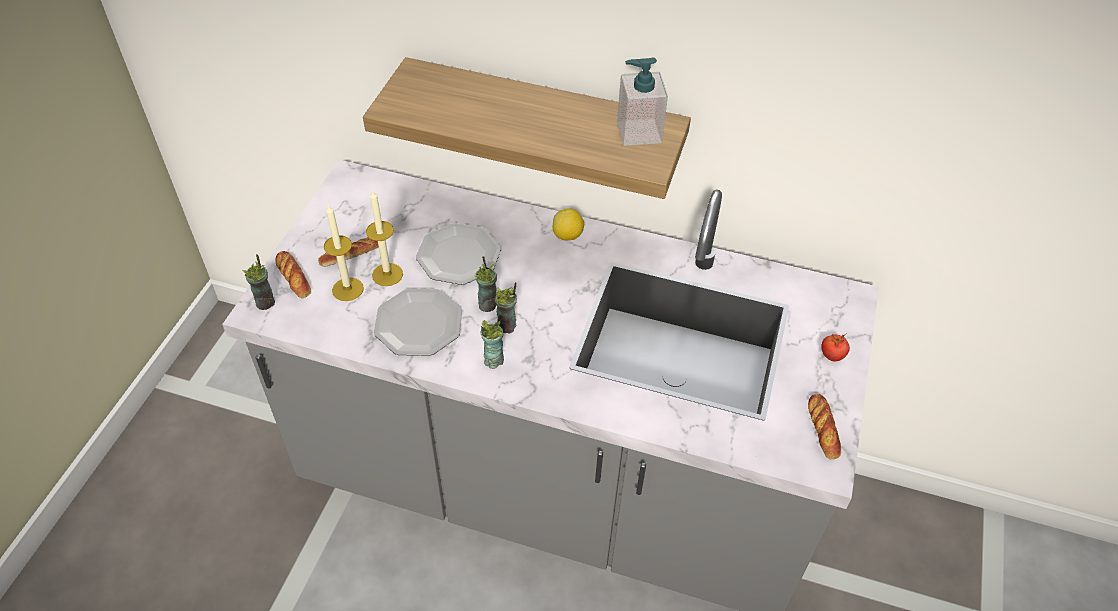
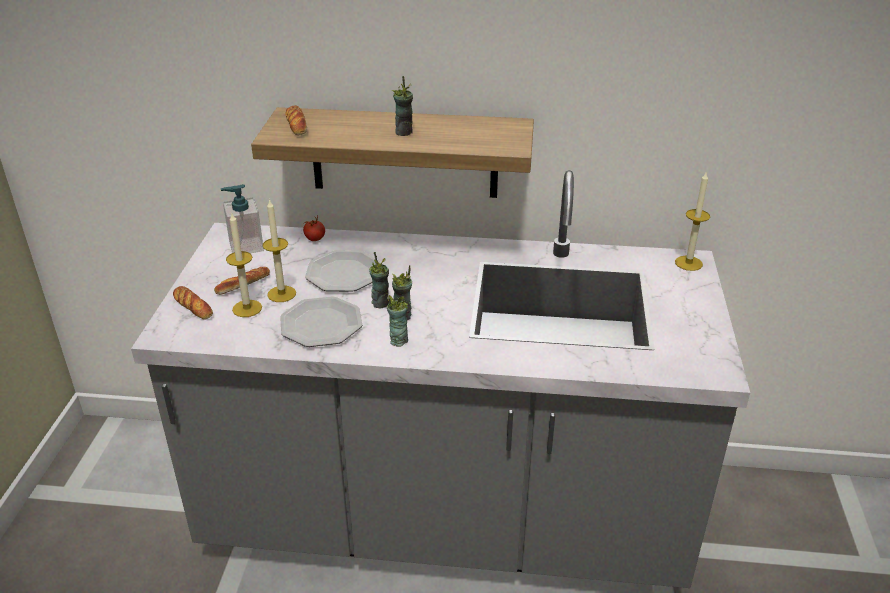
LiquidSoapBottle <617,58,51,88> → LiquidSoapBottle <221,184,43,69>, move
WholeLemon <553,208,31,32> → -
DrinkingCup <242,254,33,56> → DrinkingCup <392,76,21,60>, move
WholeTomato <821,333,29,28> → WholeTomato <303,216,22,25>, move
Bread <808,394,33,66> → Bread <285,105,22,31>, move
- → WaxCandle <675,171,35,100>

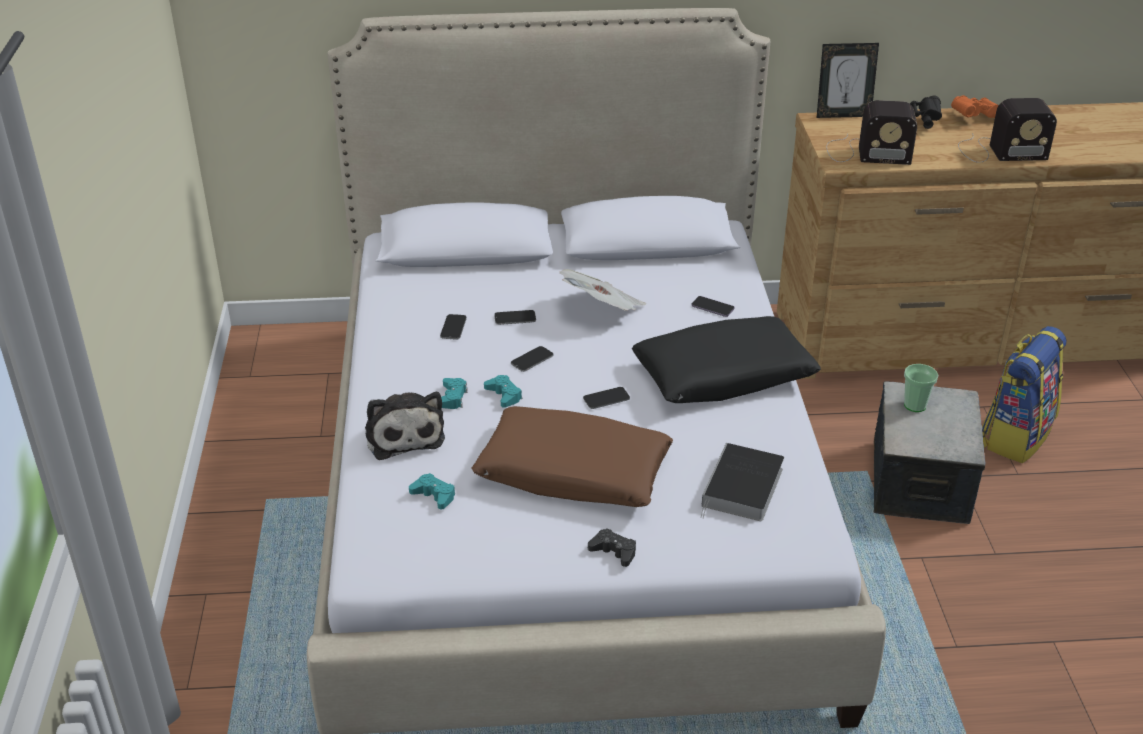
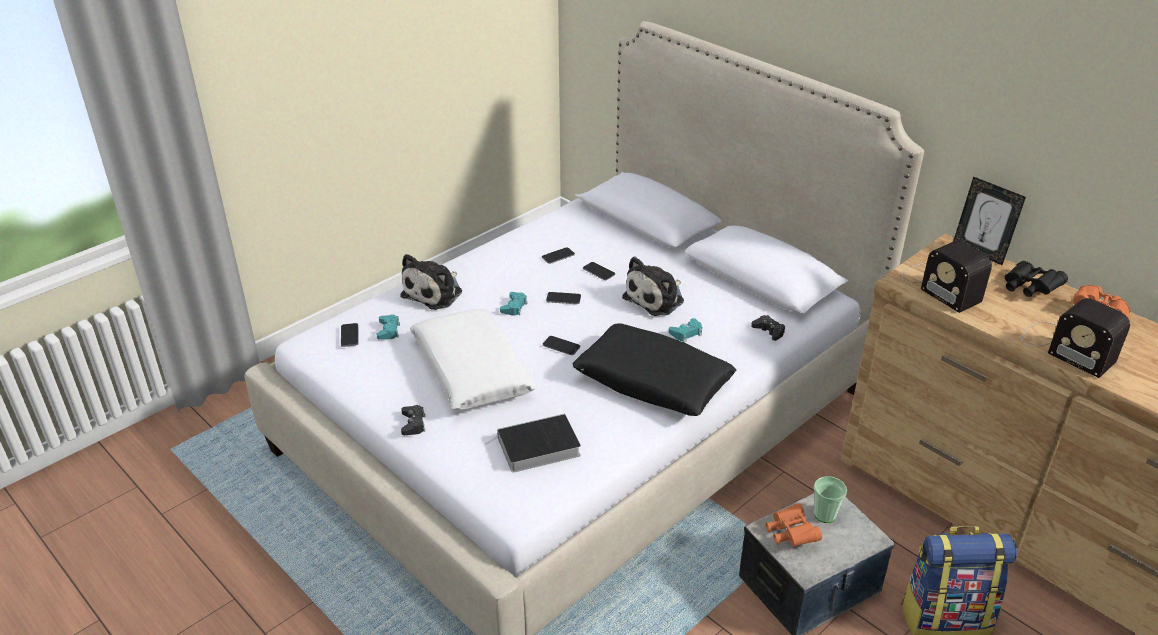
PrintedPaper <559,269,87,42> → SoftToy <622,256,62,60>
Phone <692,296,42,21> → Phone <341,323,18,24>, move
BlueGreenJoypad <441,378,27,31> → BlueGreenJoypad <669,318,33,24>, move
BrownColouredCushion <472,406,201,101> → WhitishCushion <410,309,127,101>
- → BlackishJoypad <751,315,34,26>
- → OrangeyFieldGlasses <765,503,57,44>

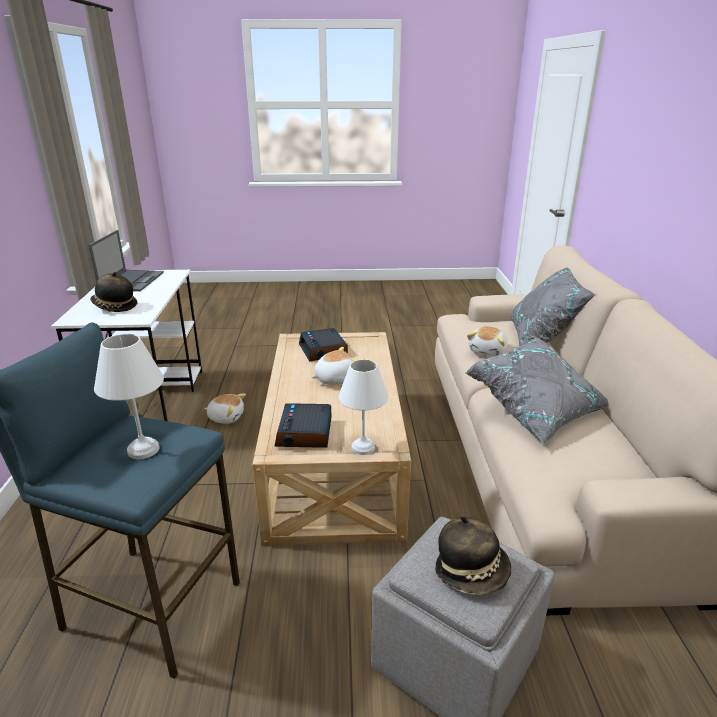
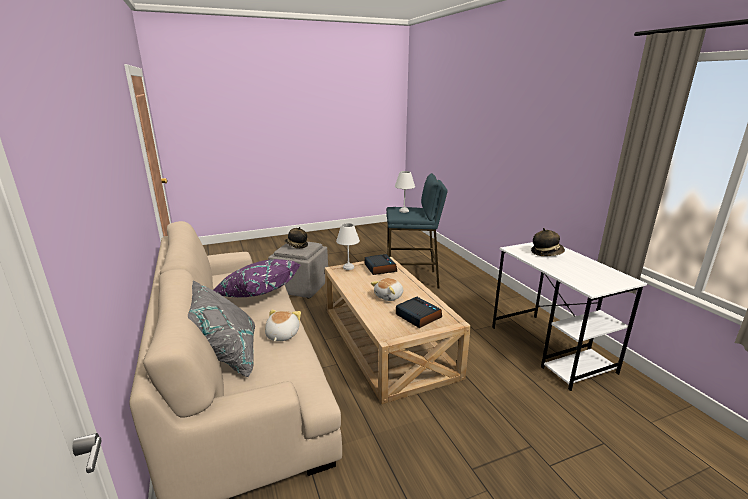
NotebookComputer <88,230,76,61> → -
GreyishCushion <466,338,142,107> → PurpleColouredCushion <213,259,87,38>
SoftToy <204,393,42,31> → -

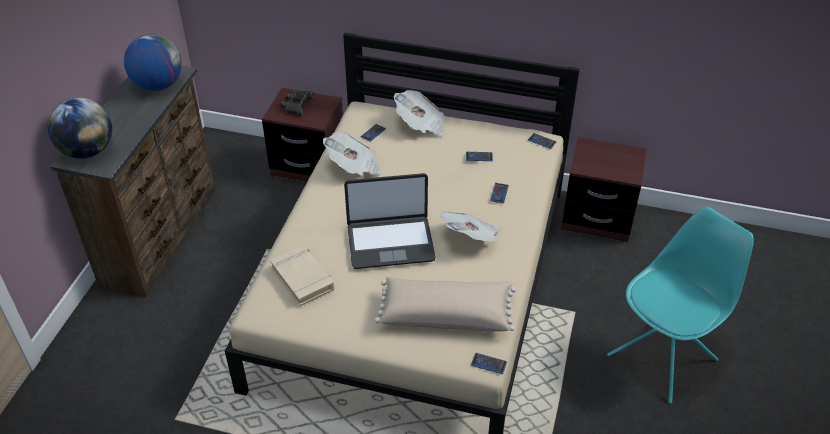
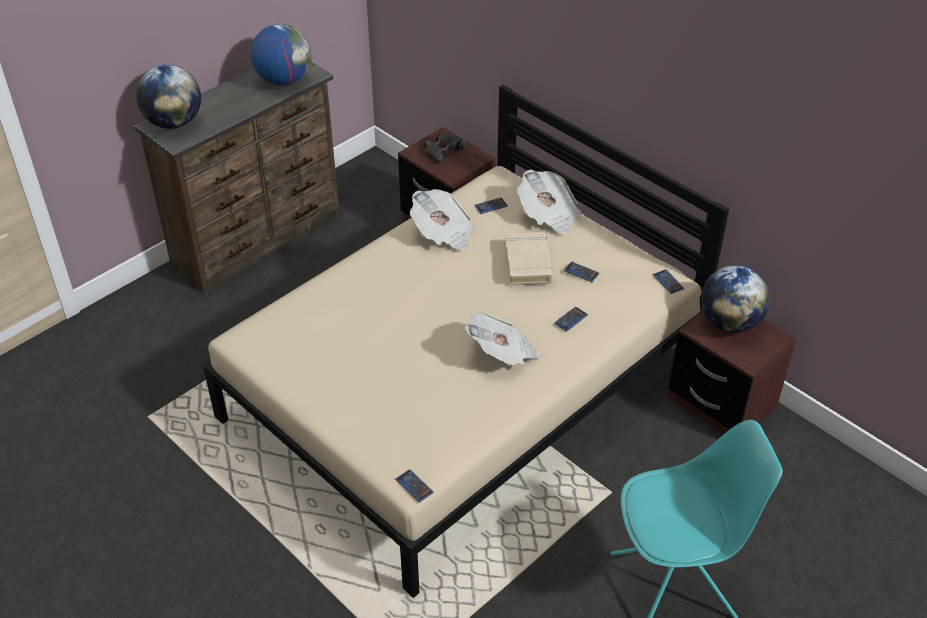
NotebookComputer <344,173,92,96> → -
BeigeColouredBoundBook <270,245,64,61> → BeigeColouredBoundBook <504,232,49,54>, move
BeigeColouredCushion <375,277,141,54> → -
- → Globe <701,265,69,68>

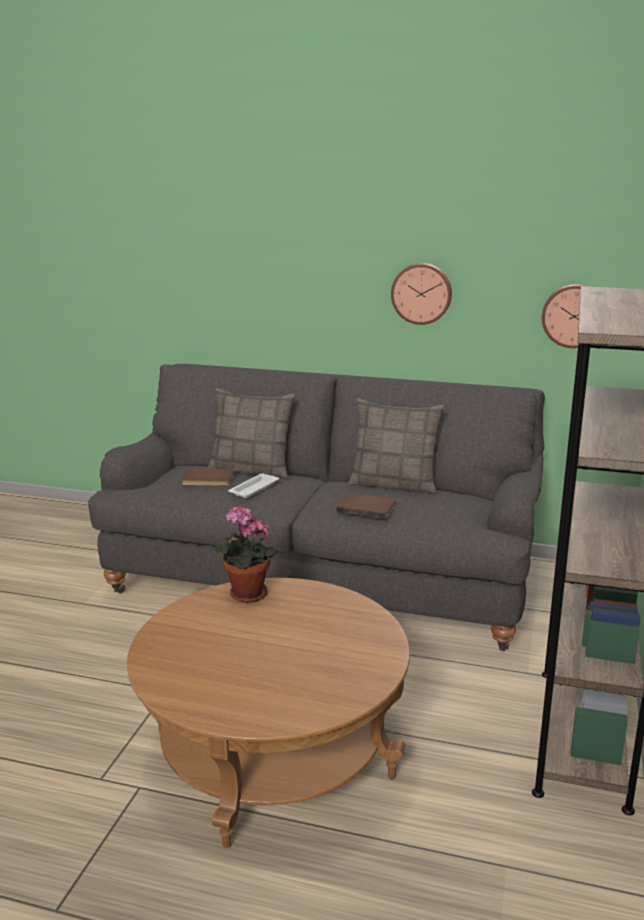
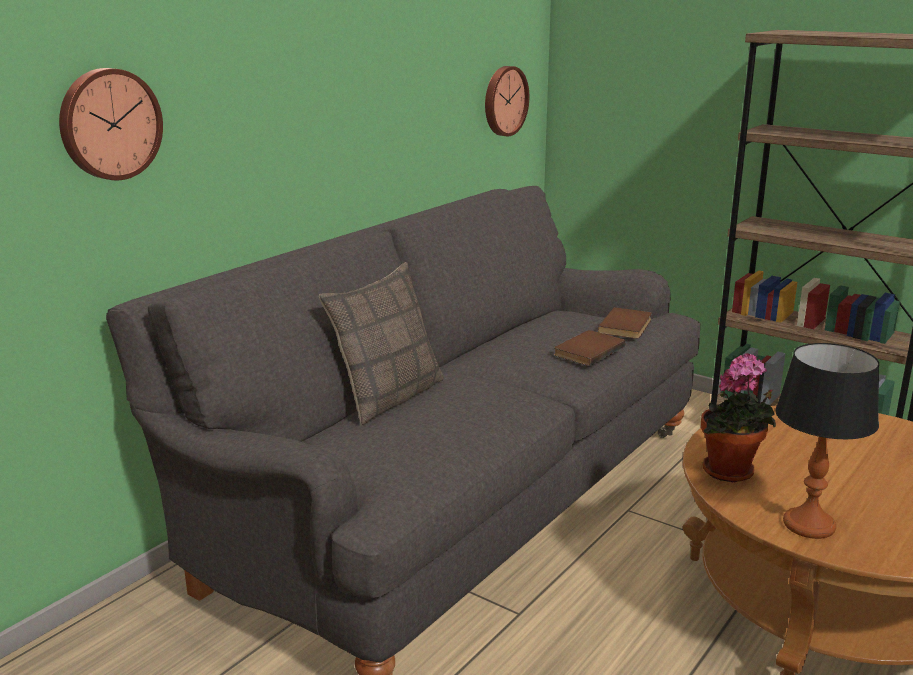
WallClock <391,263,61,62> → WallClock <59,68,104,112>, move
Cushion <349,398,96,96> → -
BrownColouredBoundBook <181,468,53,18> → BrownColouredBoundBook <598,307,54,32>, move
WhitishCarryingTray <228,474,51,24> → -
- → TableLamp <775,343,104,196>

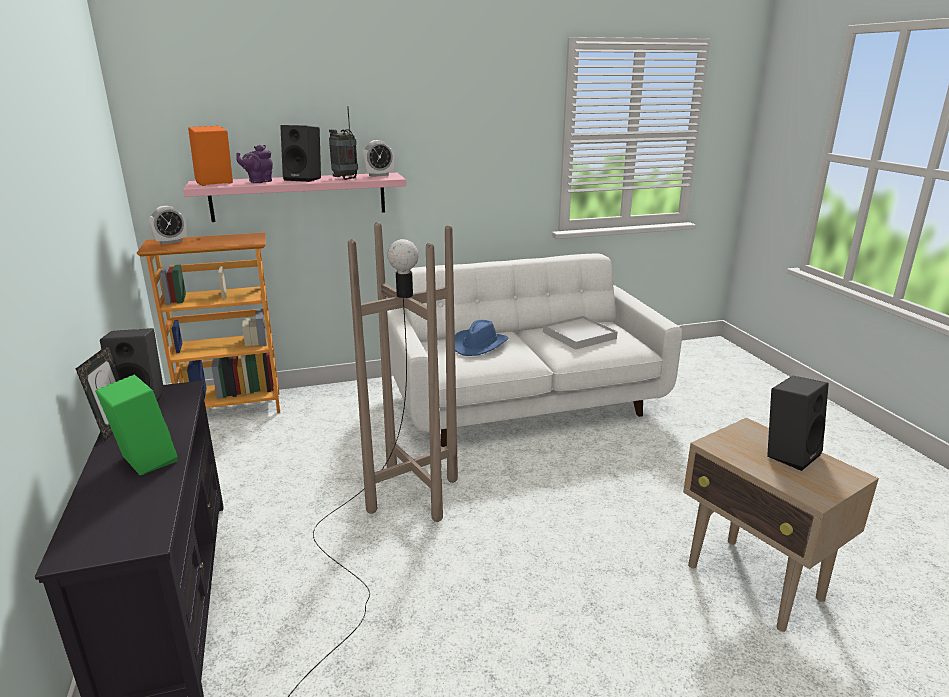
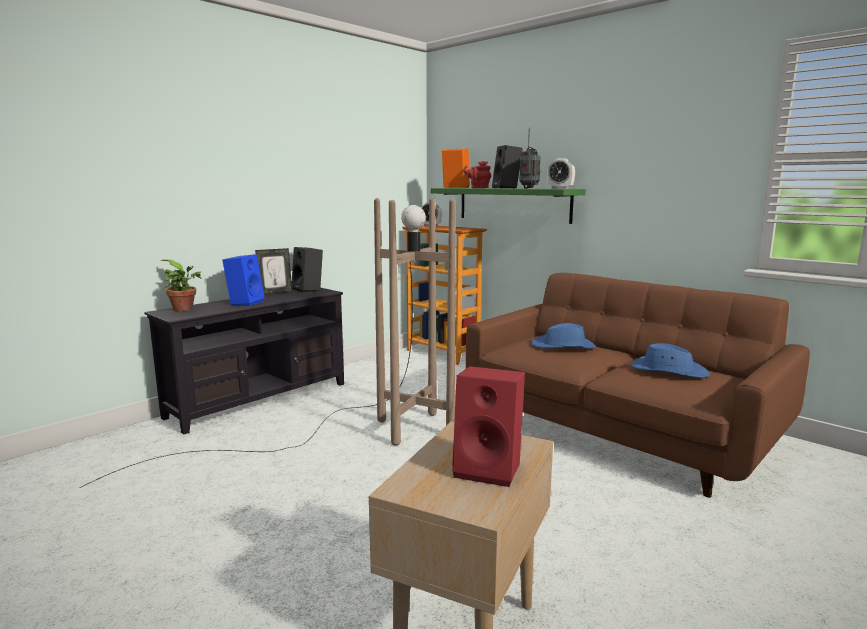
PurpleColouredTeaPot <236,145,37,38> → RedColouredTeaPot <463,161,28,27>
PinkColouredShelf <183,173,223,49> → GreenColouredShelf <431,188,155,36>
WhitishCouch <387,254,295,193> → BrownColouredCouch <466,273,344,225>
WhitishCarryingTray <543,316,75,33> → BlueColouredHat <631,343,79,35>
GreenColouredAudioSpeaker <95,375,83,100> → BlueColouredAudioSpeaker <222,254,43,52>
BlackishAudioSpeaker <767,376,62,95> → RedColouredAudioSpeaker <452,366,73,121>
- → PottedPlant <161,259,41,53>

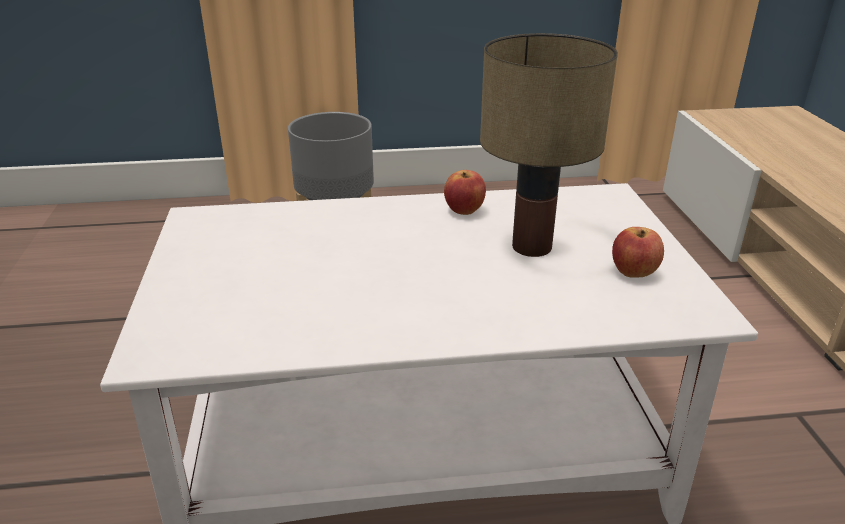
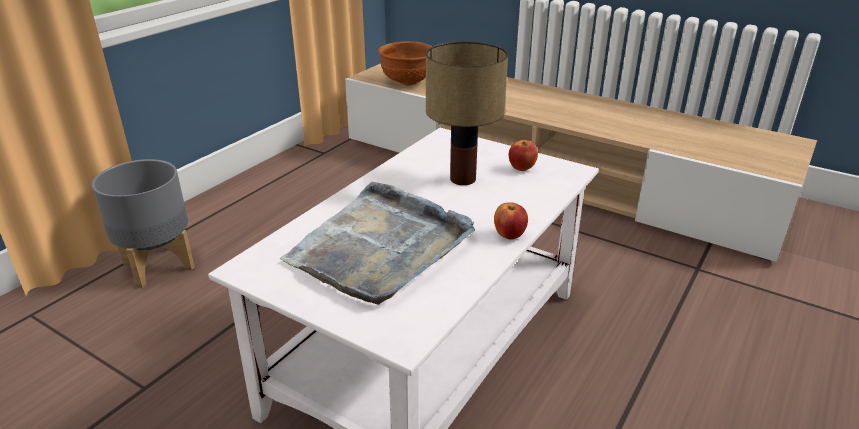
AppleFruit <444,170,42,45> → AppleFruit <494,202,34,38>, move
- → BrownColouredServingBowl <378,41,54,45>
- → GreyishCarryingTray <280,182,195,123>

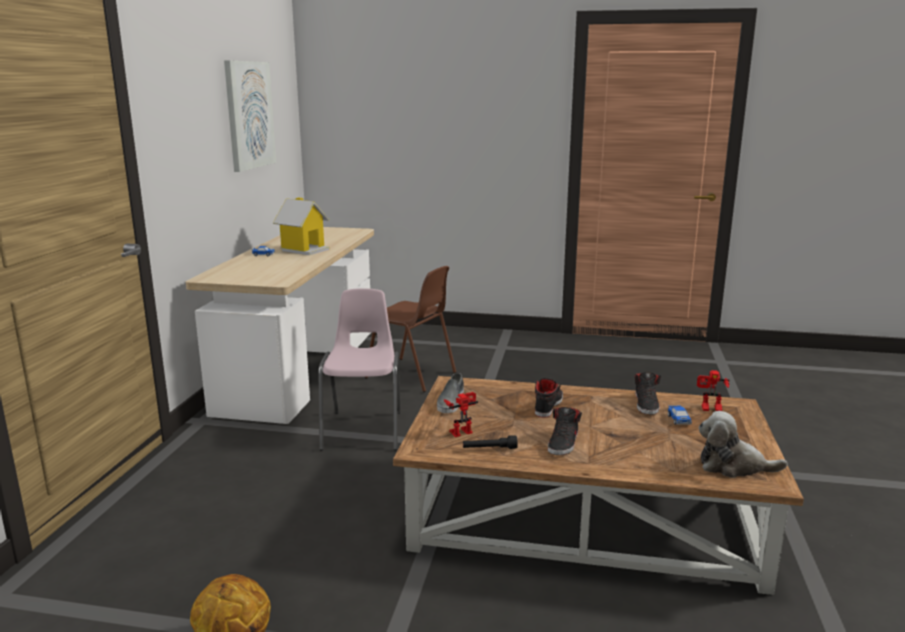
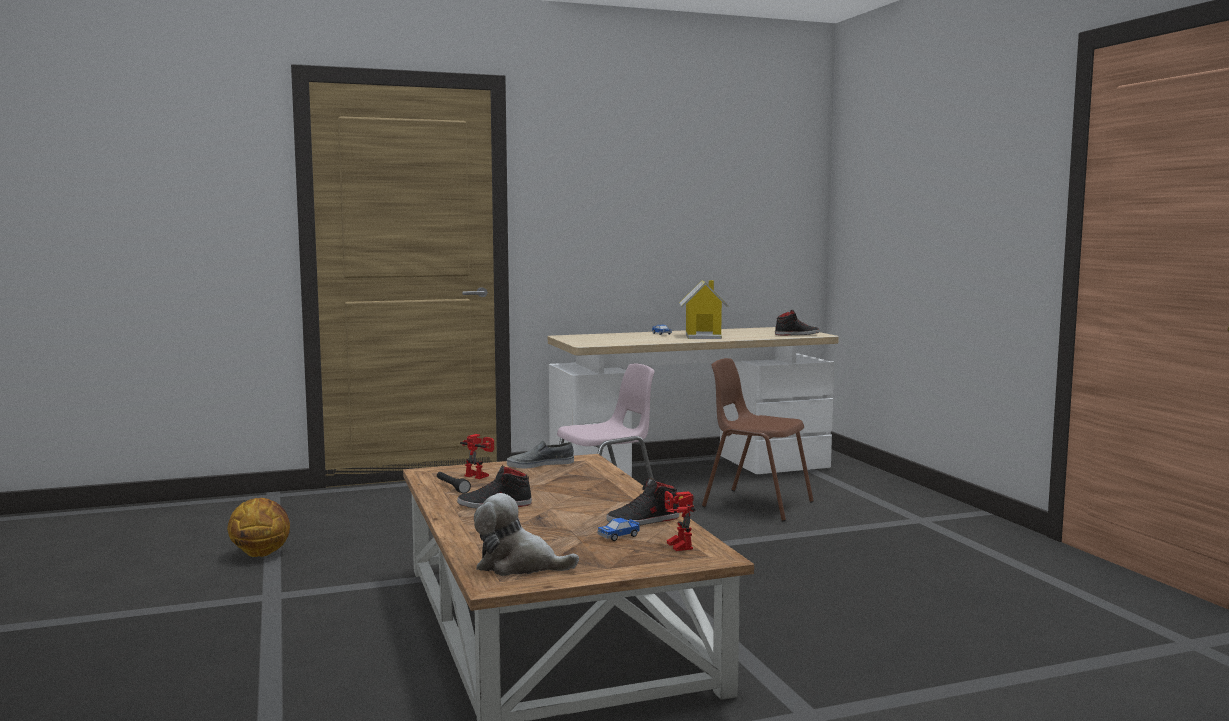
Picture <224,60,52,112> → -
BrownColouredUprightChair <365,266,91,126> → BrownColouredUprightChair <702,358,112,163>, 120 degrees clockwise
BlackishLowShoe <535,378,28,40> → BlackishLowShoe <775,310,45,25>, move
SoftToy <699,411,89,67> → SoftToy <474,493,105,83>, 60 degrees counterclockwise

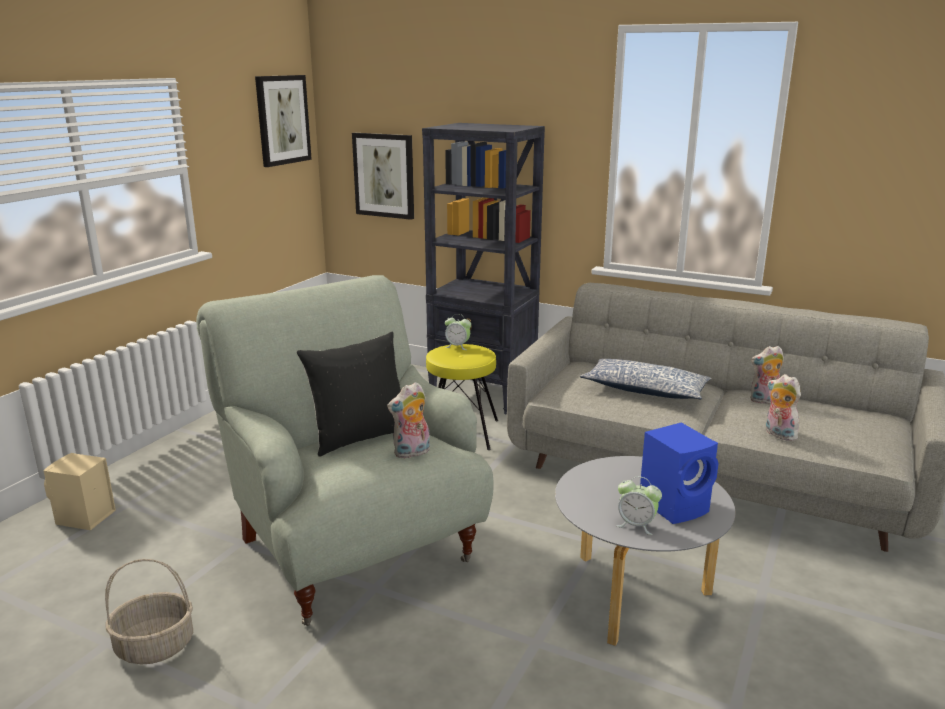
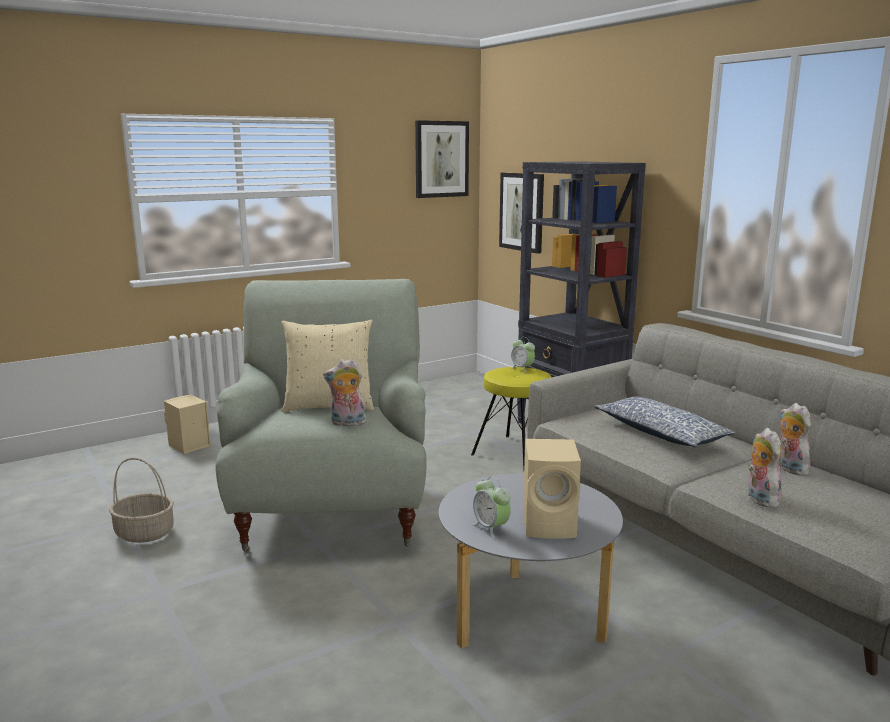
BlackishCushion <296,332,105,125> → BeigeColouredCushion <281,320,93,92>
SoftToy <750,346,34,58> → SoftToy <779,403,32,73>, 45 degrees clockwise
BlueColouredAudioSpeaker <640,423,78,101> → BeigeColouredAudioSpeaker <523,439,58,100>

